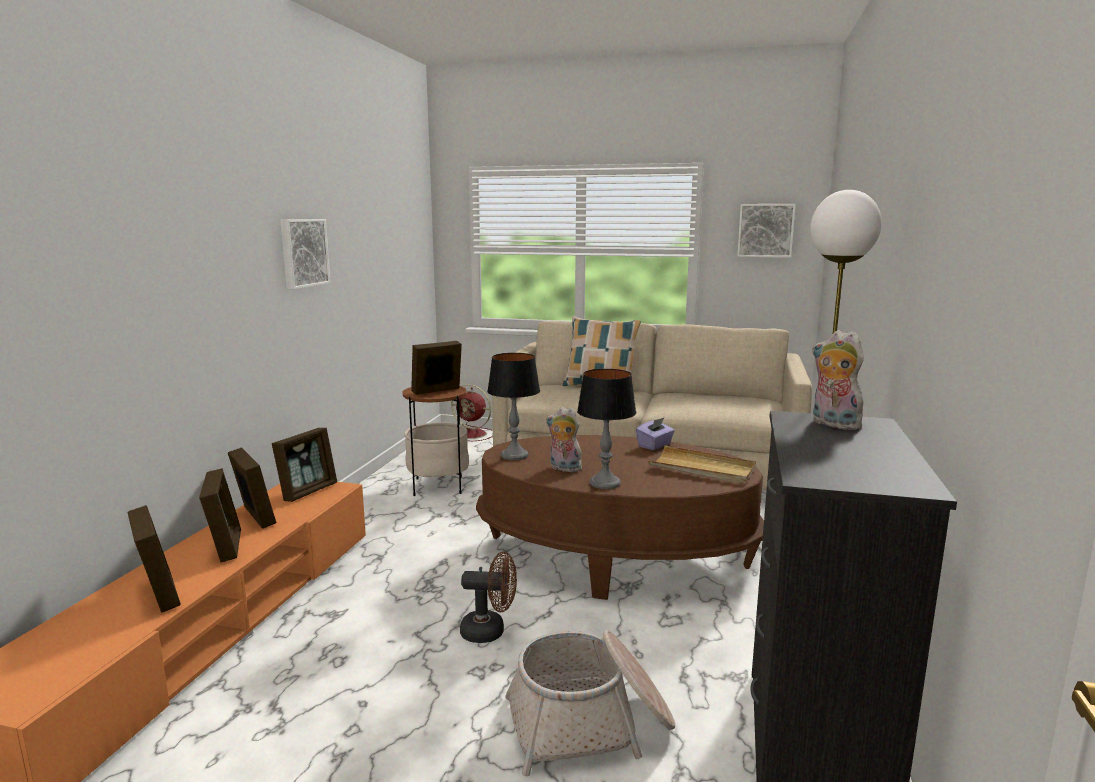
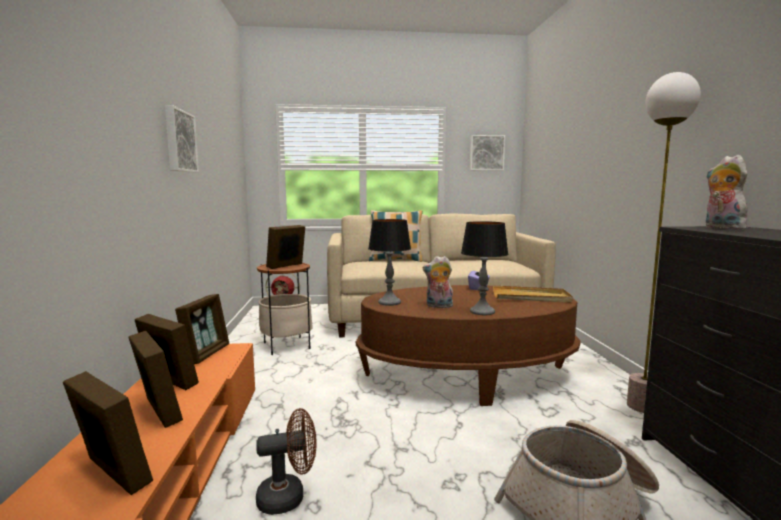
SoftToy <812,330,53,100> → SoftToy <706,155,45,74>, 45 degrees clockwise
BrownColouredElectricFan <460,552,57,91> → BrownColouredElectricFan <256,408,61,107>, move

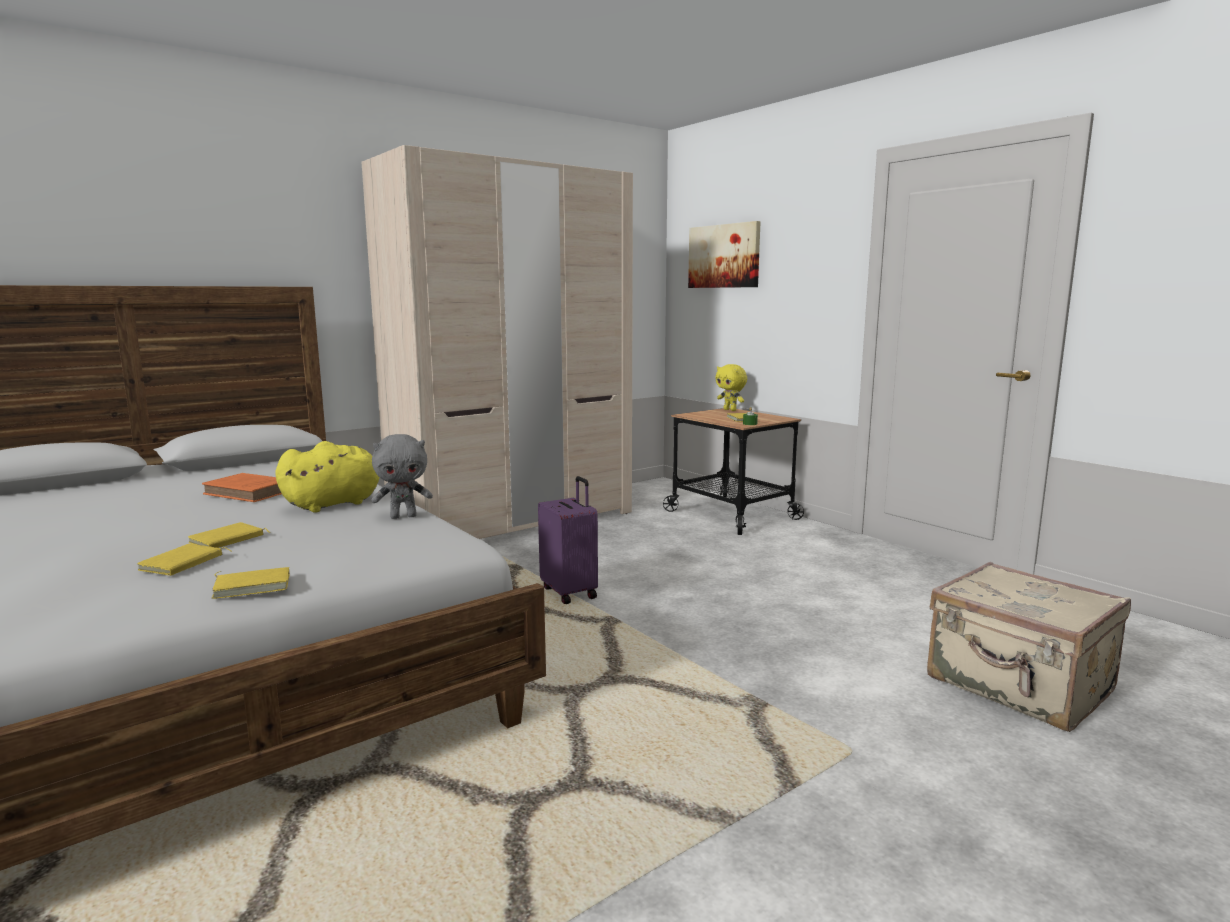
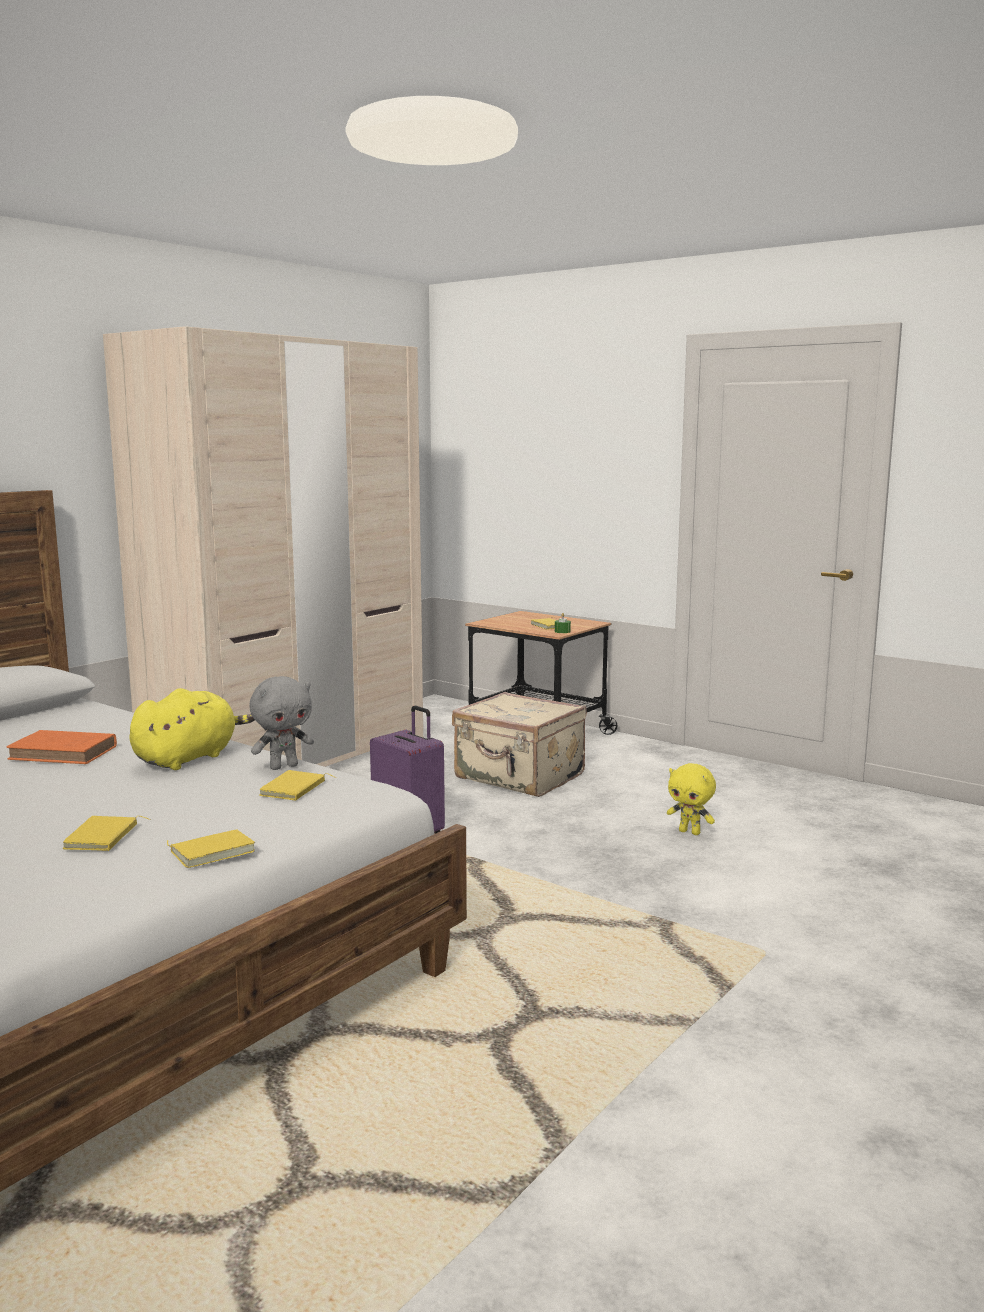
Picture <688,221,73,67> → -
YellowColouredSoftToy <715,364,32,47> → YellowColouredSoftToy <667,763,49,72>, move
YellowColouredBoundBook <188,522,82,26> → YellowColouredBoundBook <260,770,76,31>, move
BeigeColouredSuitcase <927,562,204,170> → BeigeColouredSuitcase <452,692,135,105>, move

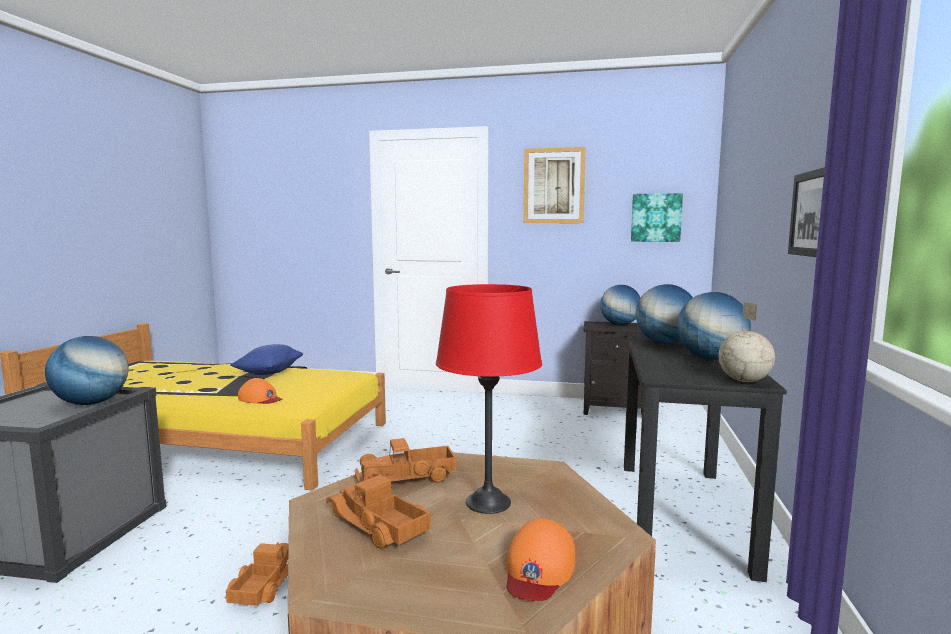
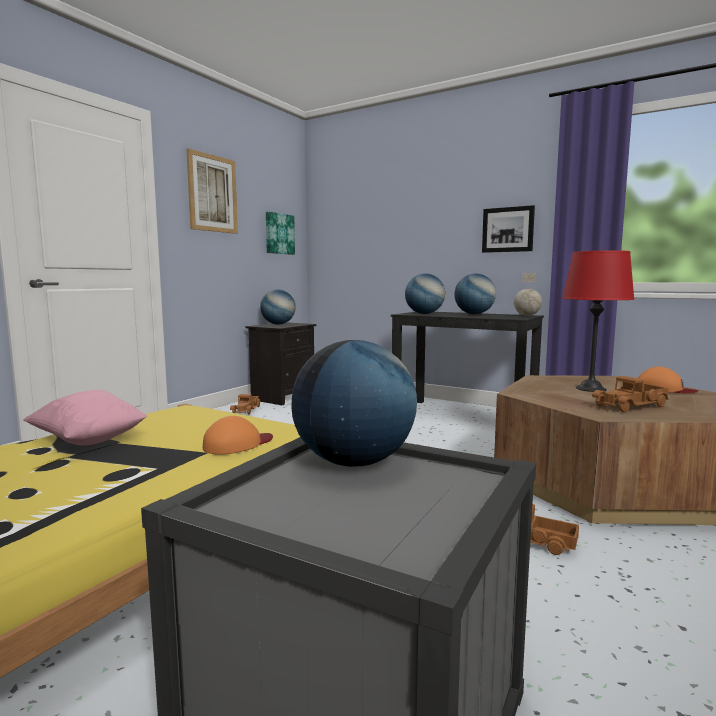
BlueColouredCushion <231,344,72,31> → PinkColouredCushion <23,390,124,55>
ModelTruck <355,438,101,44> → ModelTruck <230,394,31,21>, move

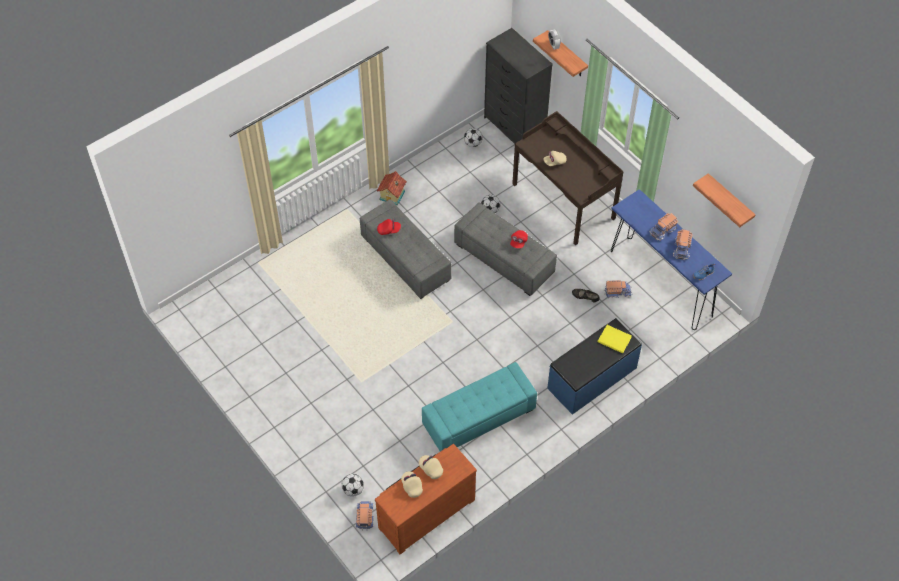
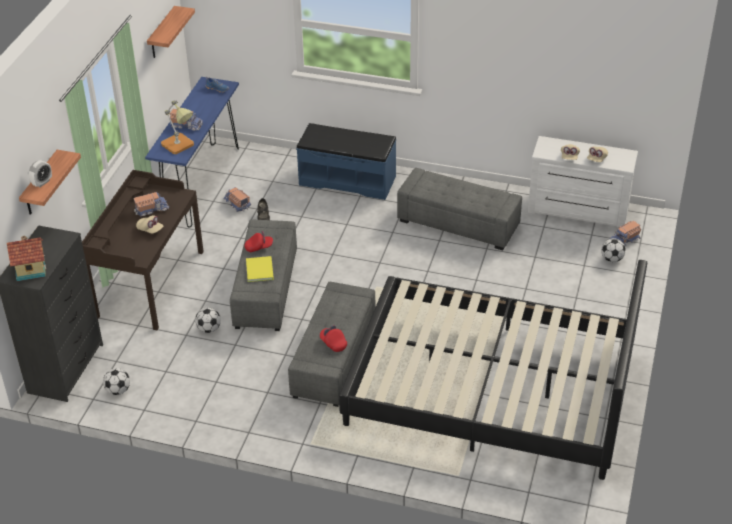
ToyHouse <377,171,30,35> → ToyHouse <7,235,39,46>, move
ModelTruck <673,229,20,31> → ModelTruck <133,192,37,25>, move
YellowColouredBoundBook <597,325,35,28> → YellowColouredBoundBook <246,256,28,26>, move
BlueGreenOttoman <422,362,115,89> → GreyishOttoman <397,168,125,82>
BrownColouredChestOfDrawers <375,444,102,110> → WhitishChestOfDrawers <528,136,110,91>
- → TableLamp <161,100,33,54>
- → BlackishBedroomBed <339,260,308,220>

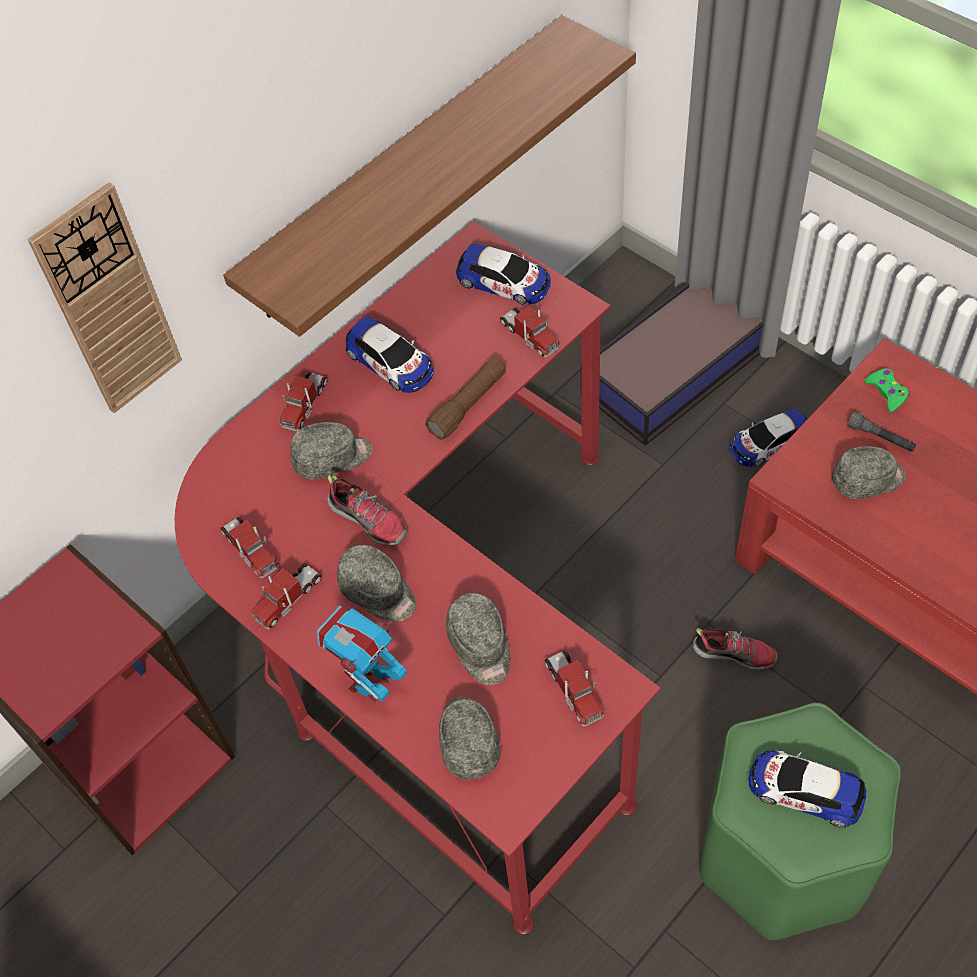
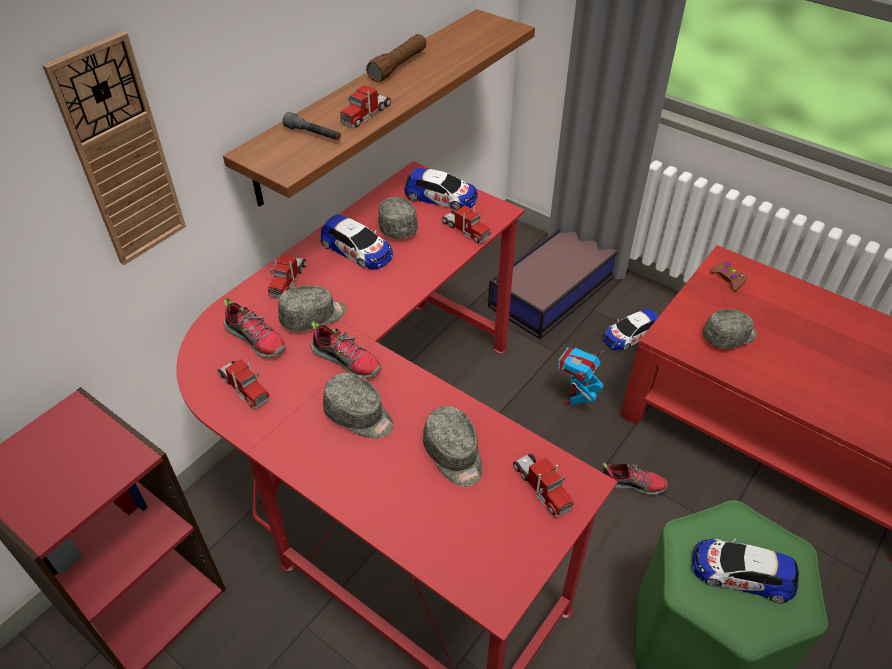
BrownColouredFlashlight <425,358,81,82> → BrownColouredFlashlight <366,34,61,48>, move
GreenColouredJoypad <864,368,46,44> → BrownColouredJoypad <710,261,37,30>
GreyishFlashlight <847,411,69,41> → GreyishFlashlight <282,112,59,28>, move
ModelTruck <251,564,71,66> → ModelTruck <340,85,51,42>, move
ModelRobot <317,606,90,96> → ModelRobot <558,347,48,62>, move
GreyishBaseballCap <439,696,62,84> → GreyishBaseballCap <378,197,40,42>, move
- → LowShoe <224,298,62,60>

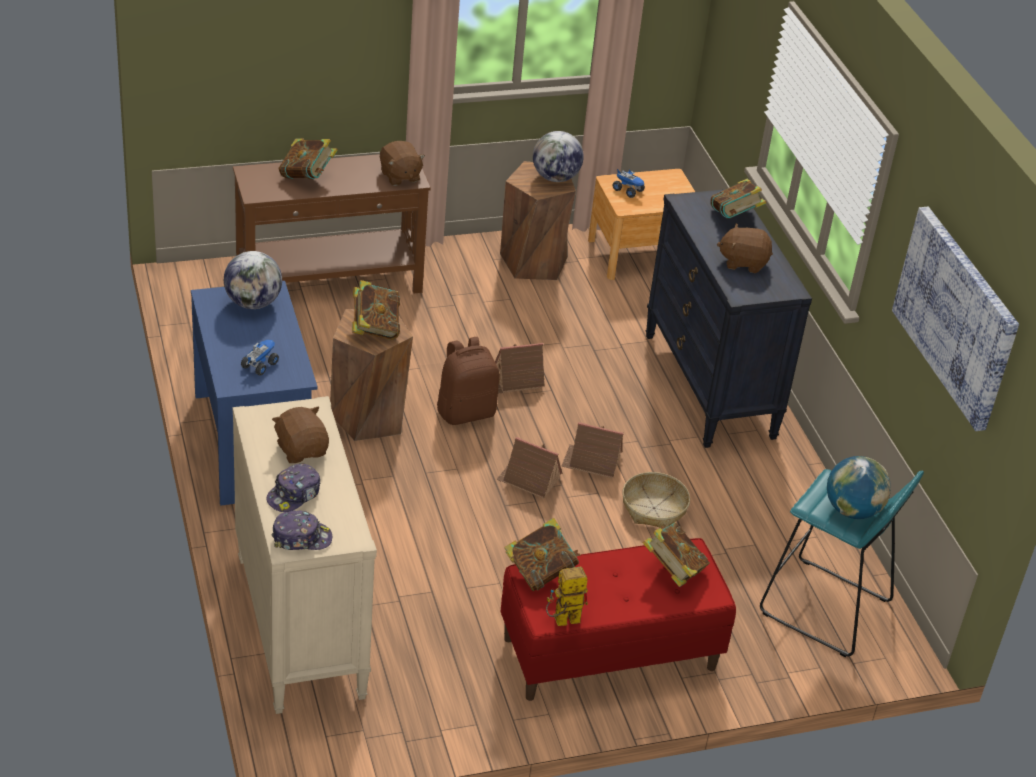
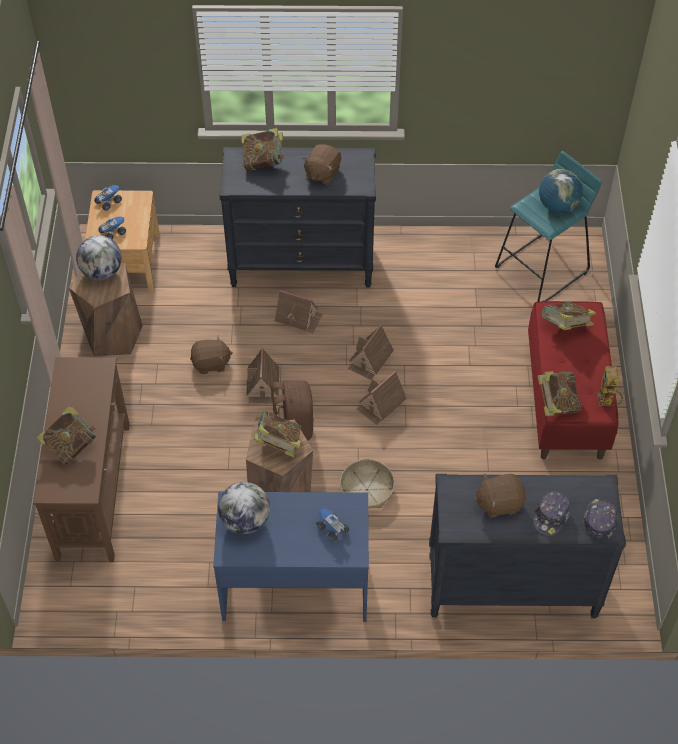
BrownColouredSoftToy <380,141,45,45> → BrownColouredSoftToy <190,335,43,39>, move
Picture <892,207,127,224> → -
BeigeColouredChestOfDrawers <233,396,144,318> → BlackishChestOfDrawers <429,474,197,144>
BaseballCap <266,464,54,48> → BaseballCap <533,491,38,45>, 60 degrees clockwise
Basket <622,472,68,56> → Basket <340,459,55,50>, move
- → ModelTruck <94,185,28,26>
- → ToyHouse <275,290,48,43>

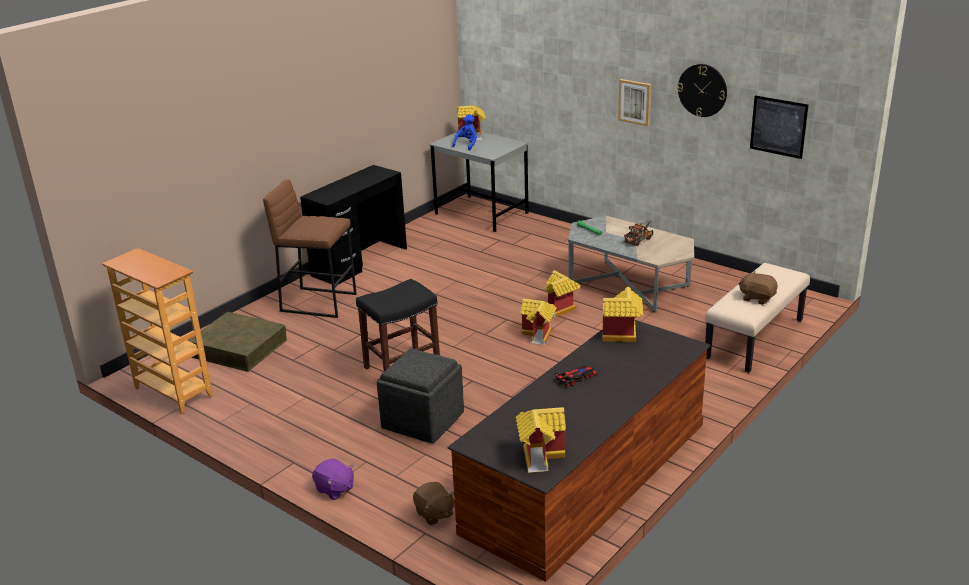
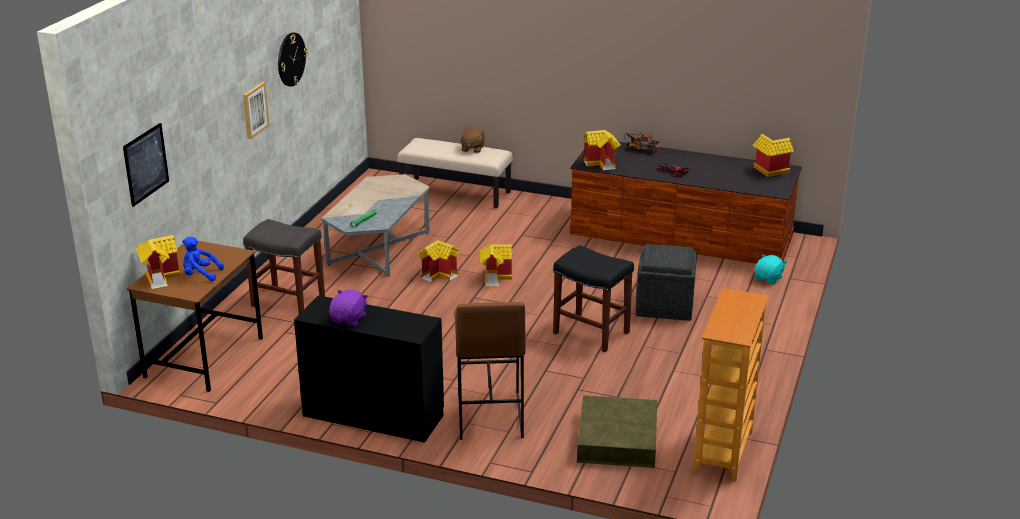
Picture <750,95,58,64> → Picture <123,123,46,84>, move
GreyishDeskTable <429,132,100,100> → BrownColouredDeskTable <127,241,136,151>
ModelTruck <624,220,29,26> → ModelTruck <624,133,35,21>, move
PurpleColouredSoftToy <312,458,42,42> → PurpleColouredSoftToy <329,289,39,37>, move
BrownColouredSoftToy <413,482,42,43> → BlueGreenSoftToy <754,254,33,31>
- → GreyishStool <243,219,82,95>

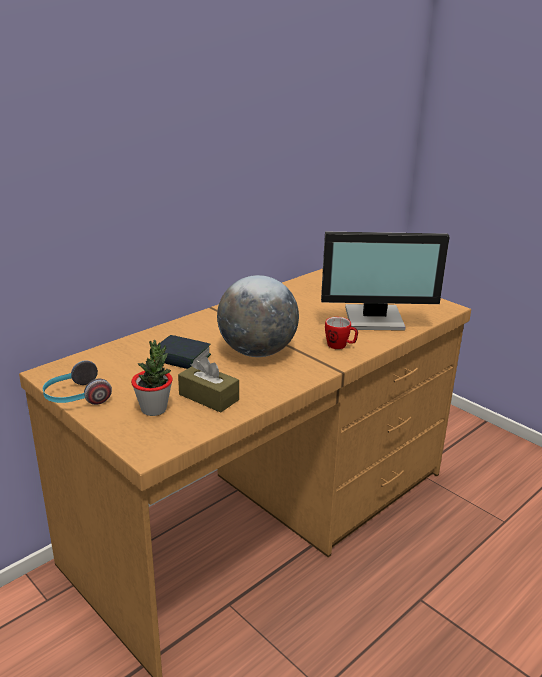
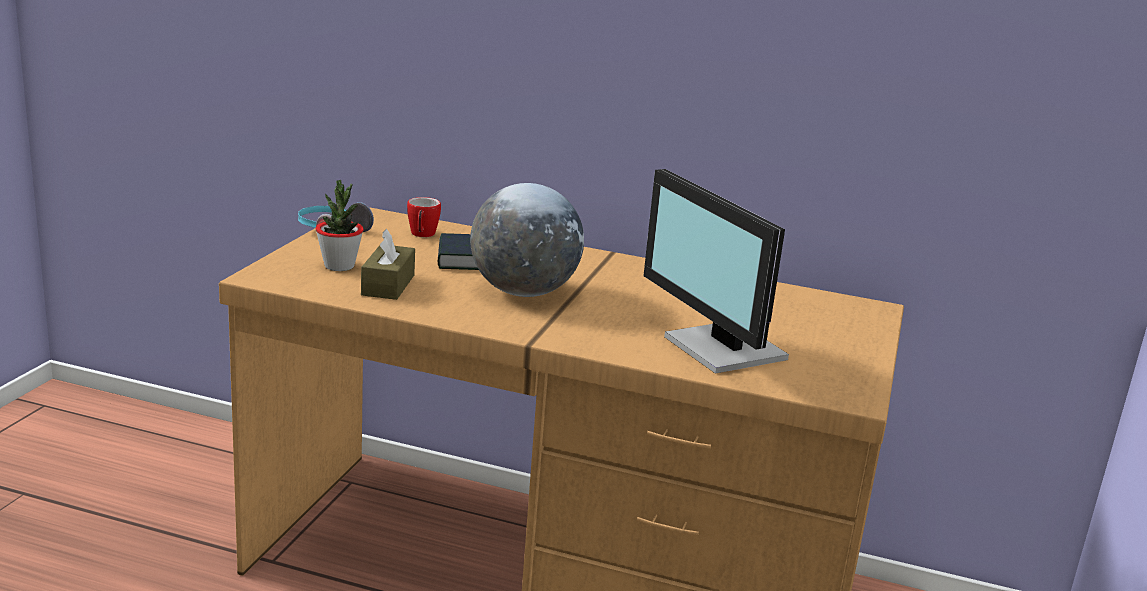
CoffeeMug <325,317,33,32> → CoffeeMug <407,197,34,40>, move

